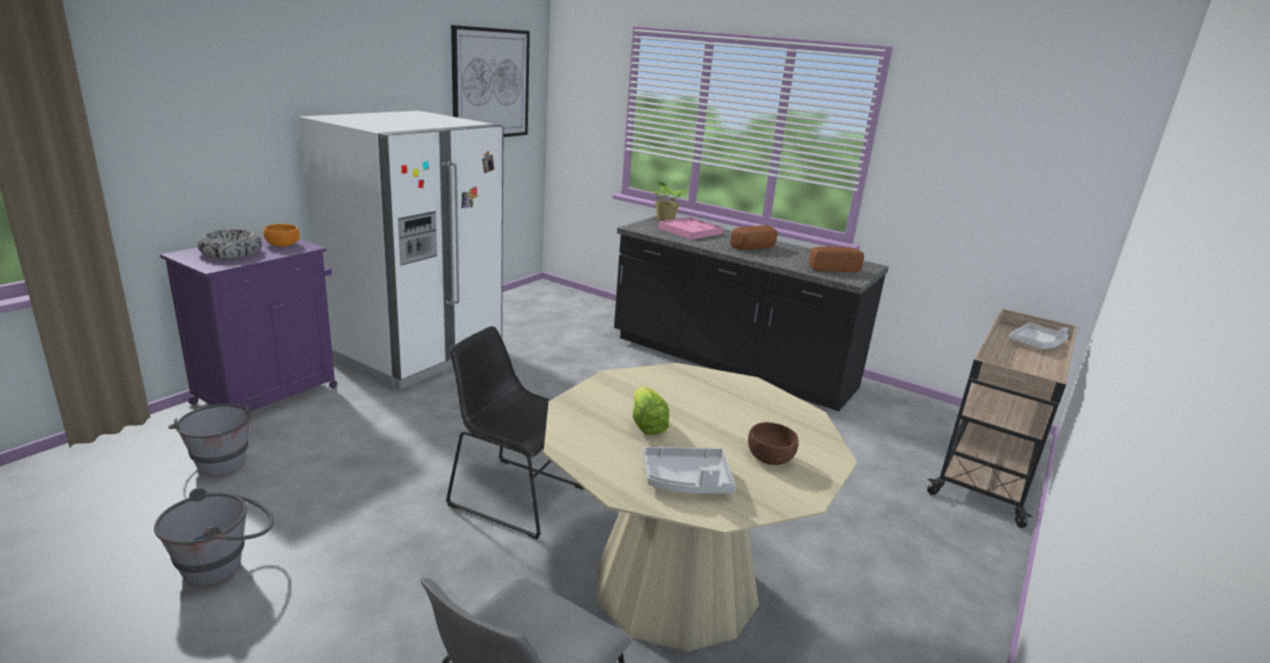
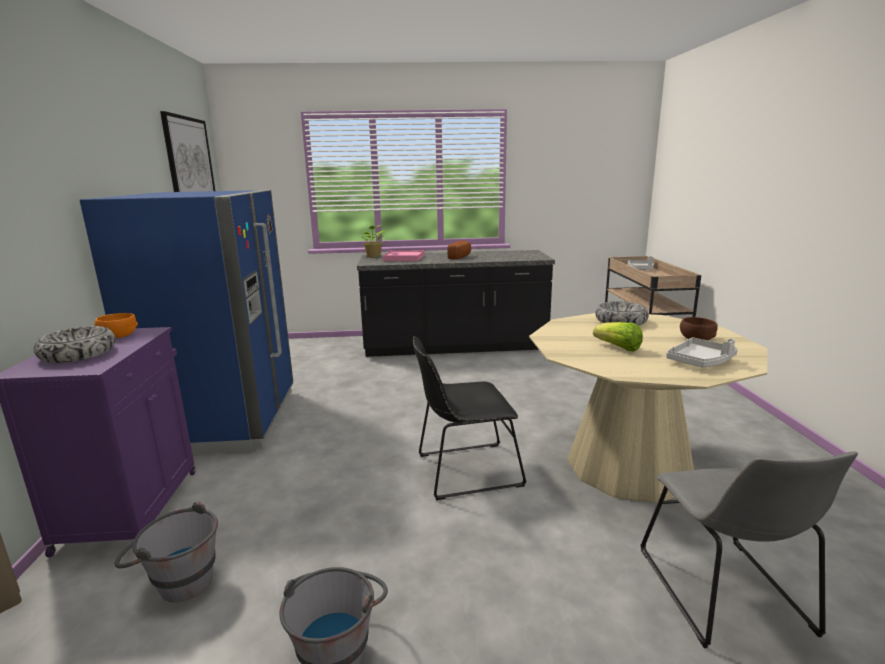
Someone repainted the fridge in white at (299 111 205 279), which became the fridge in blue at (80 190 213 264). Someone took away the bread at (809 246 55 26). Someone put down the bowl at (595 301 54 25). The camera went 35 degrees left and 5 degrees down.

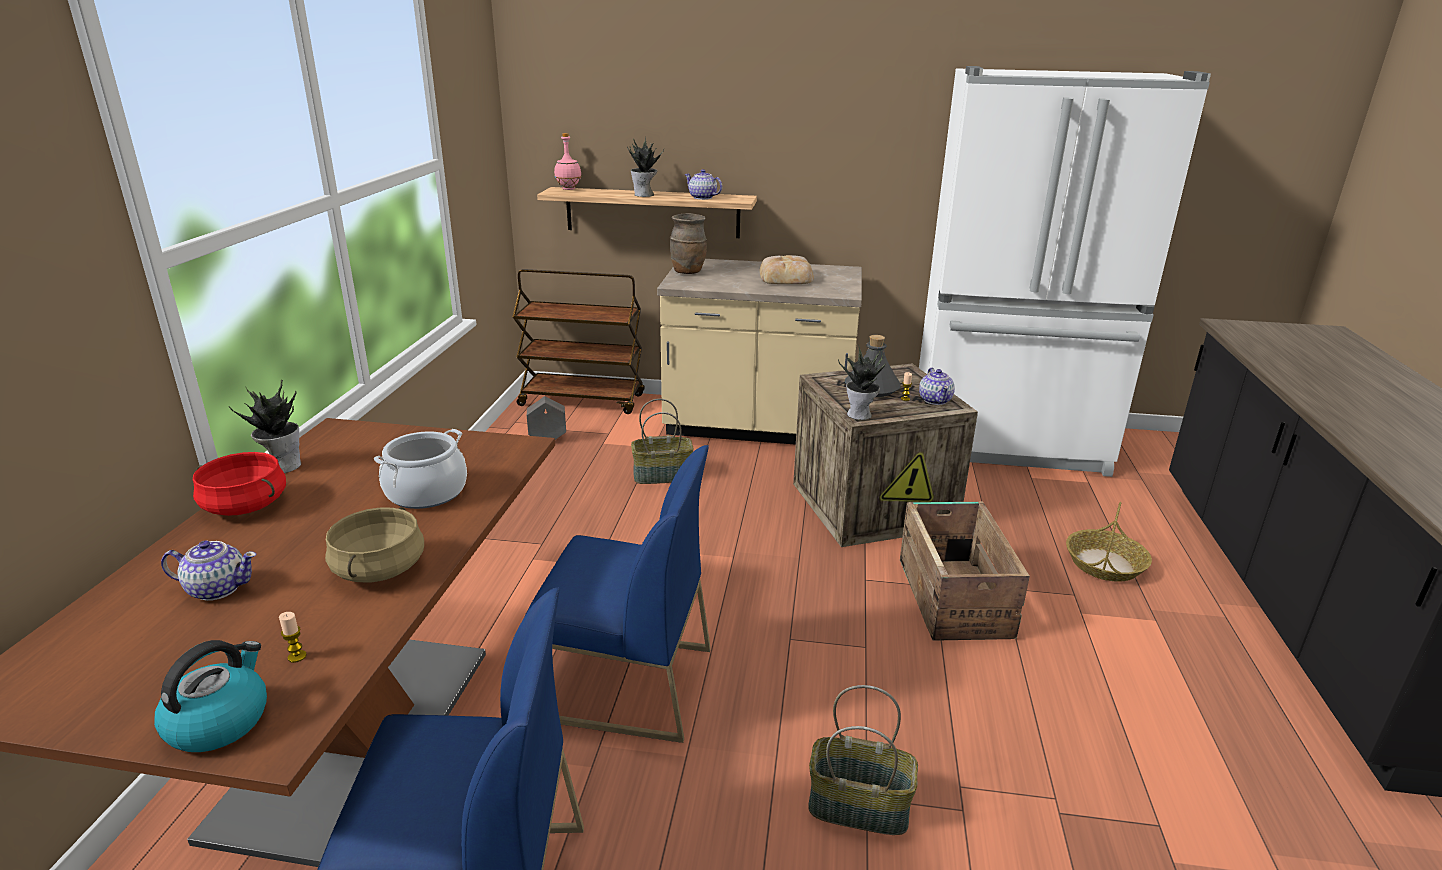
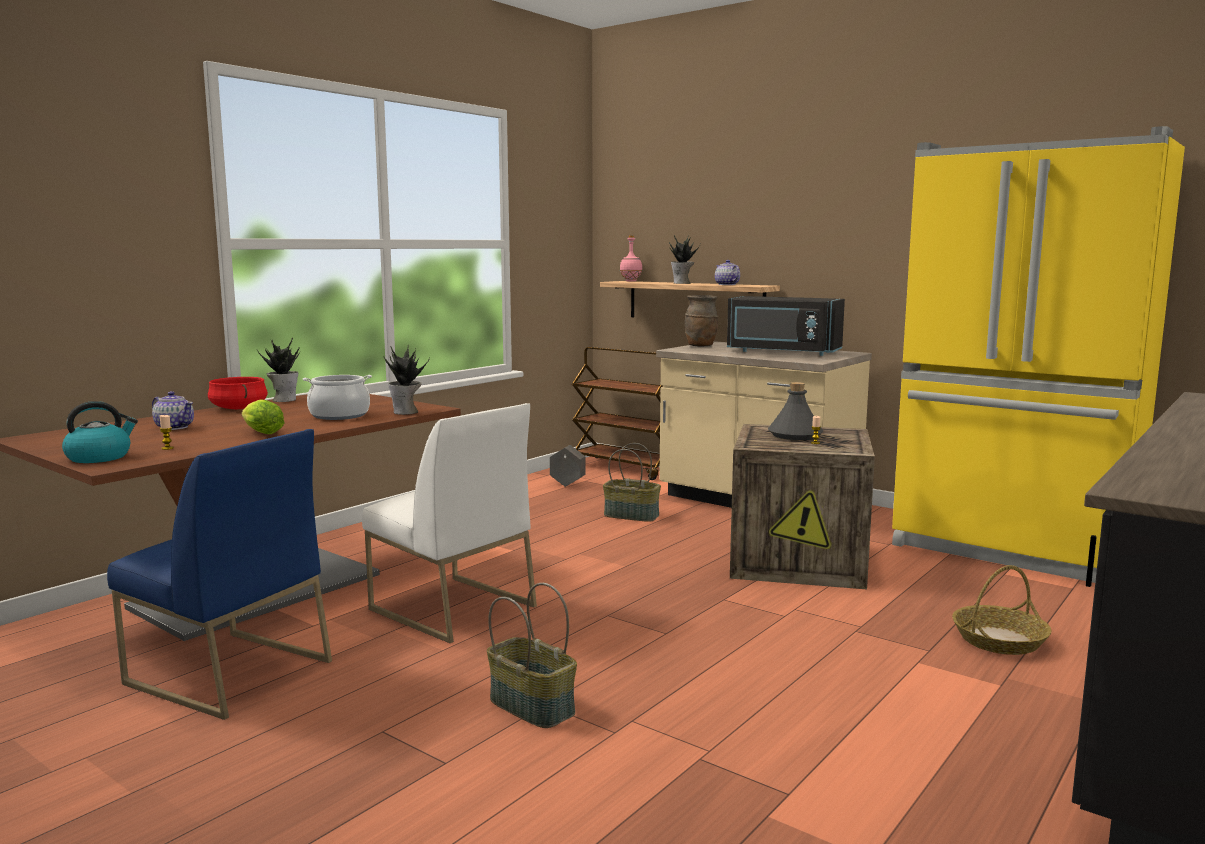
Someone repainted the fridge in white at (919 66 292 411), which became the fridge in yellow at (892 126 293 457). Someone swapped the bread at (759 255 55 29) for the microwave in black at (727 296 118 60). Someone carried the potted plant from (838 345 48 75) to (384 345 46 70). Someone took away the teapot at (919 368 36 37). Someone repainted the chair in blue at (525 445 186 298), which became the chair in white at (362 403 175 240). Someone took away the crate at (900 502 130 139). Someone swapped the cooking pot in beige at (325 507 99 75) for the lettuce at (242 399 42 35). The camera went 30 degrees right and 15 degrees down.

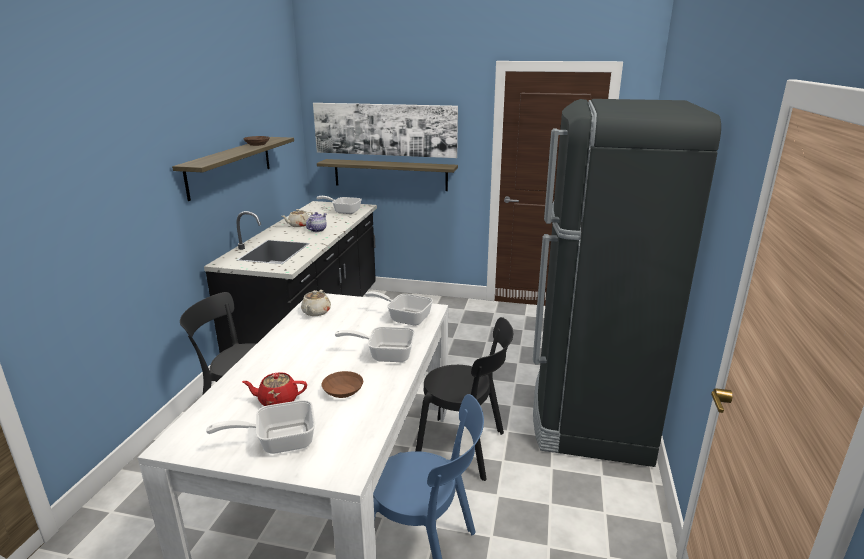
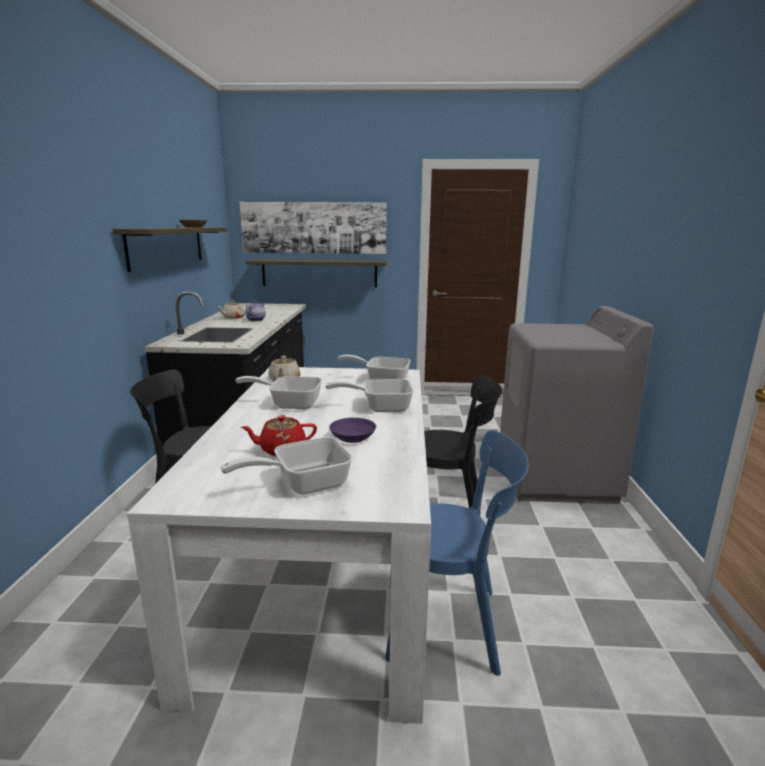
Someone swapped the fridge in black at (533 99 188 368) for the washing machine in grey at (500 306 154 198). Someone carried the frying pan from (316 196 46 18) to (236 376 86 33). Someone repainted the bowl in brown at (322 371 41 27), which became the bowl in purple at (329 418 47 25). The camera went 10 degrees left and 5 degrees down.

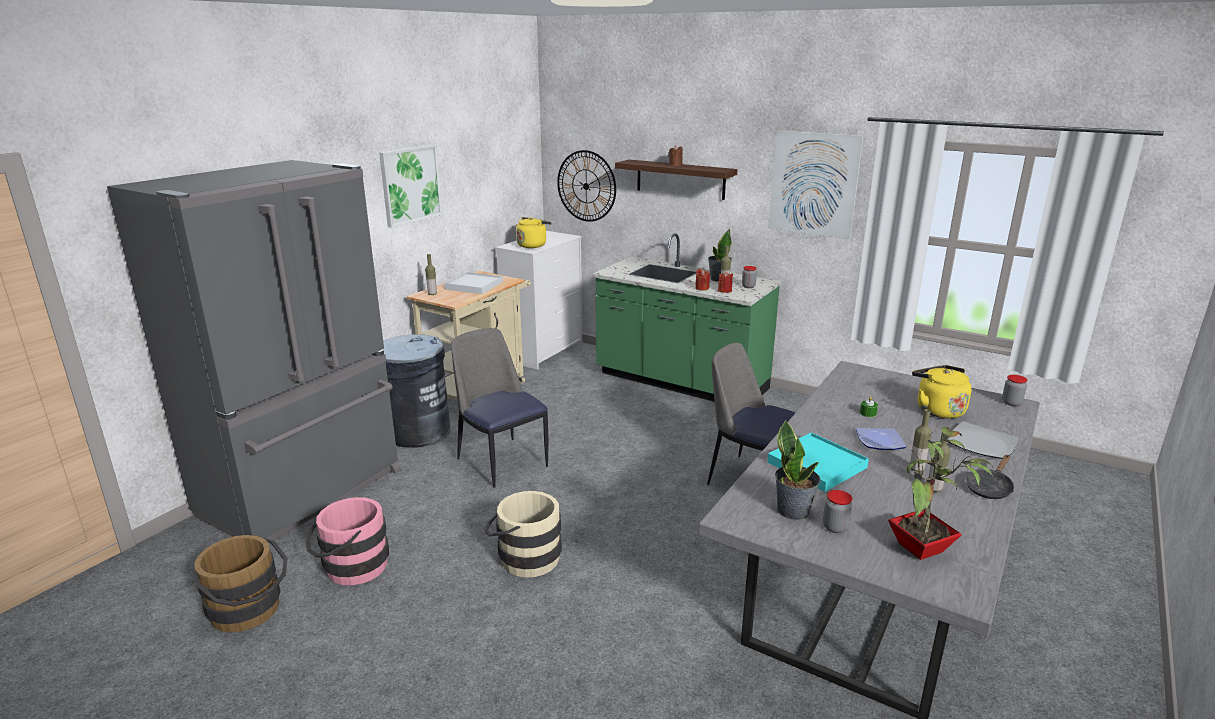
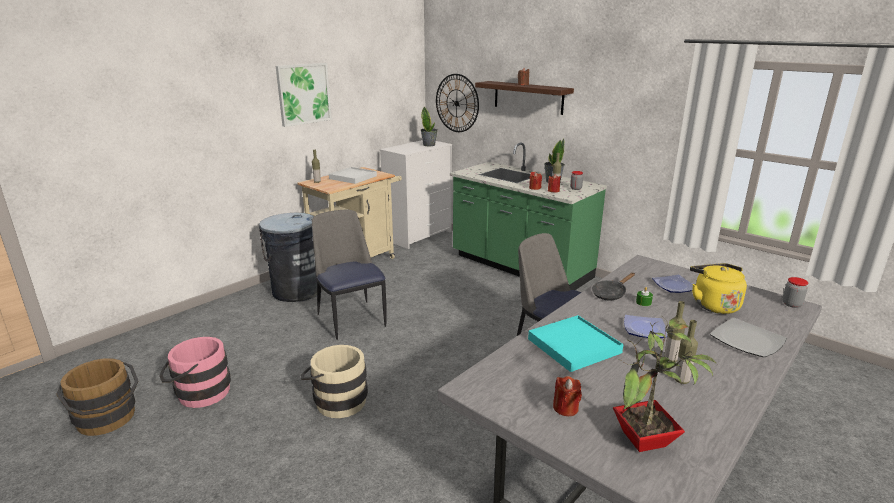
Someone took away the picture at (768 130 96 109). Someone took away the fridge in grey at (107 160 294 388). Someone took away the kettle in yellow at (516 217 36 31). Someone carried the potted plant from (775 419 46 101) to (421 107 16 39). Someone carried the frying pan in black from (966 455 48 44) to (592 273 43 28). Someone swapped the jar at (823 490 29 43) for the candle in red at (553 376 29 40). Someone put down the plate at (652 275 41 18). The camera went 10 degrees right and 0 degrees up.

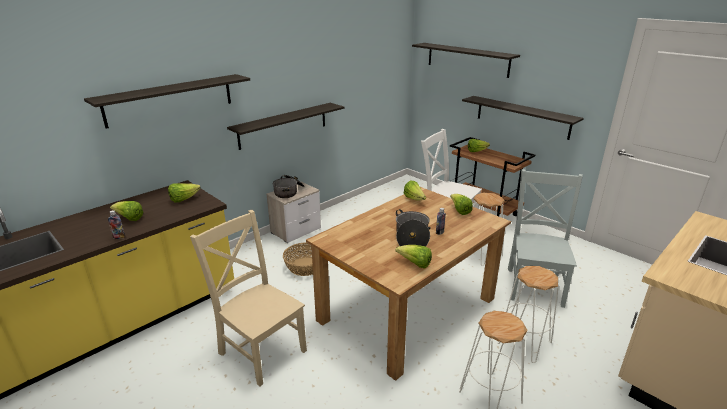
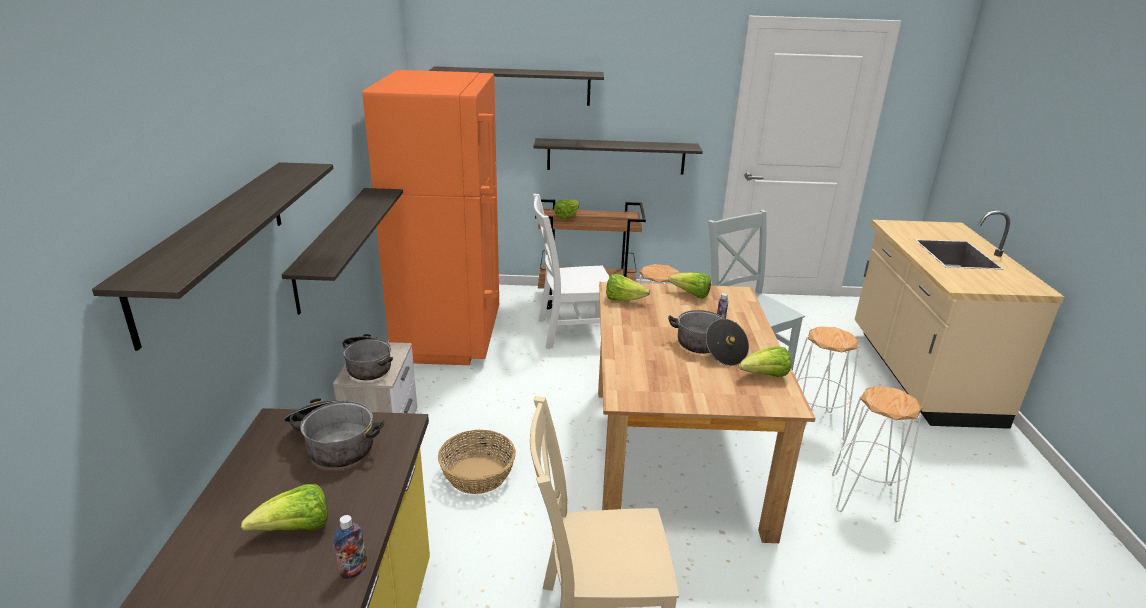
Someone swapped the lettuce at (168 183 33 20) for the cooking pot at (284 398 100 70). Someone put down the fridge in orange at (363 70 136 295). The camera went 45 degrees left and 0 degrees up.

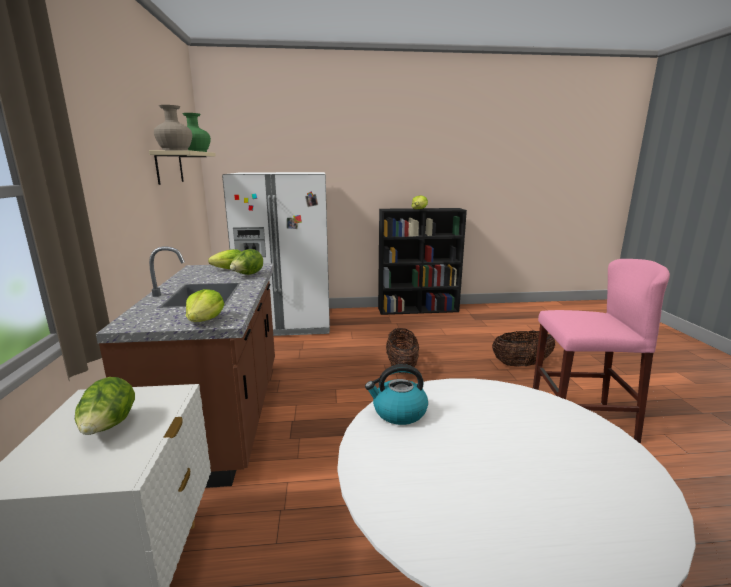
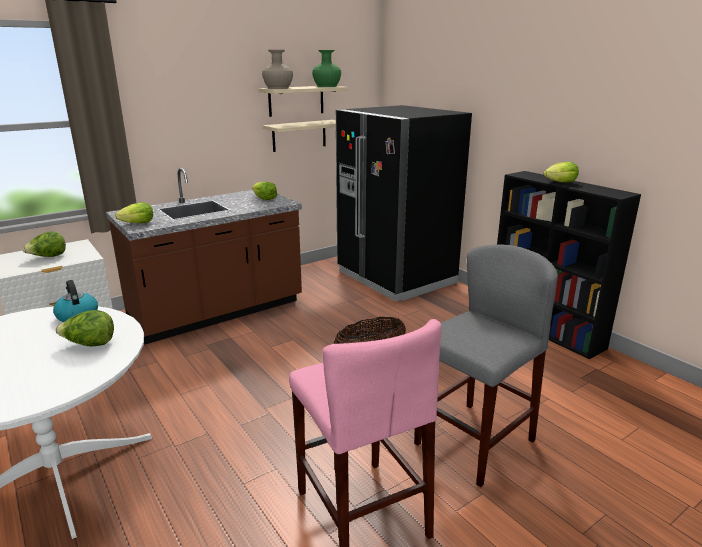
Someone repainted the fridge in white at (222 172 108 164), which became the fridge in black at (336 105 136 196). Someone carried the lettuce from (230 249 33 26) to (55 310 59 36). Someone swapped the basket at (492 331 63 36) for the stool in grey at (414 245 144 242). Someone put up the shelf in beige at (263 120 73 32). The camera went 60 degrees right and 5 degrees up.

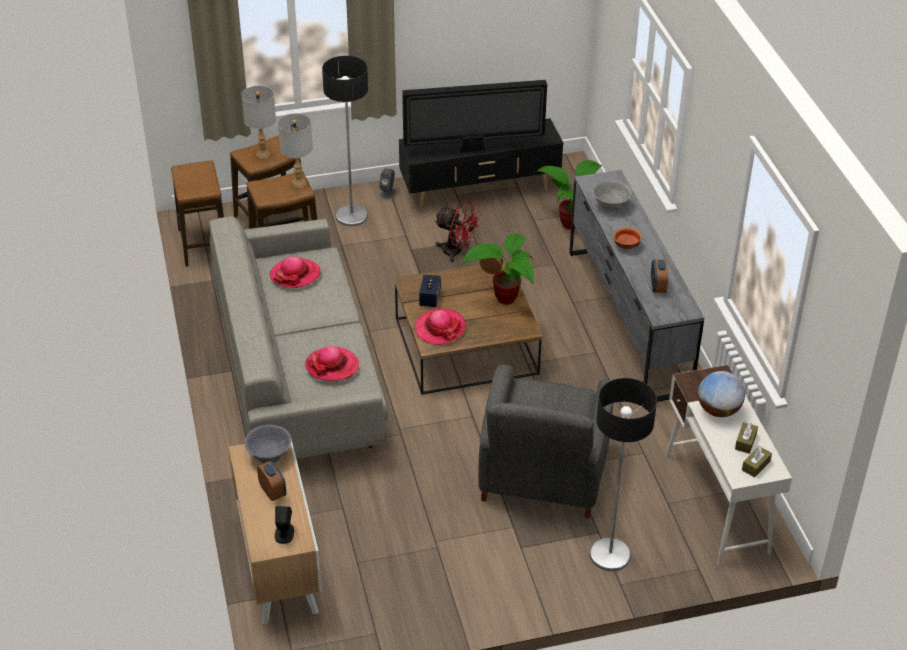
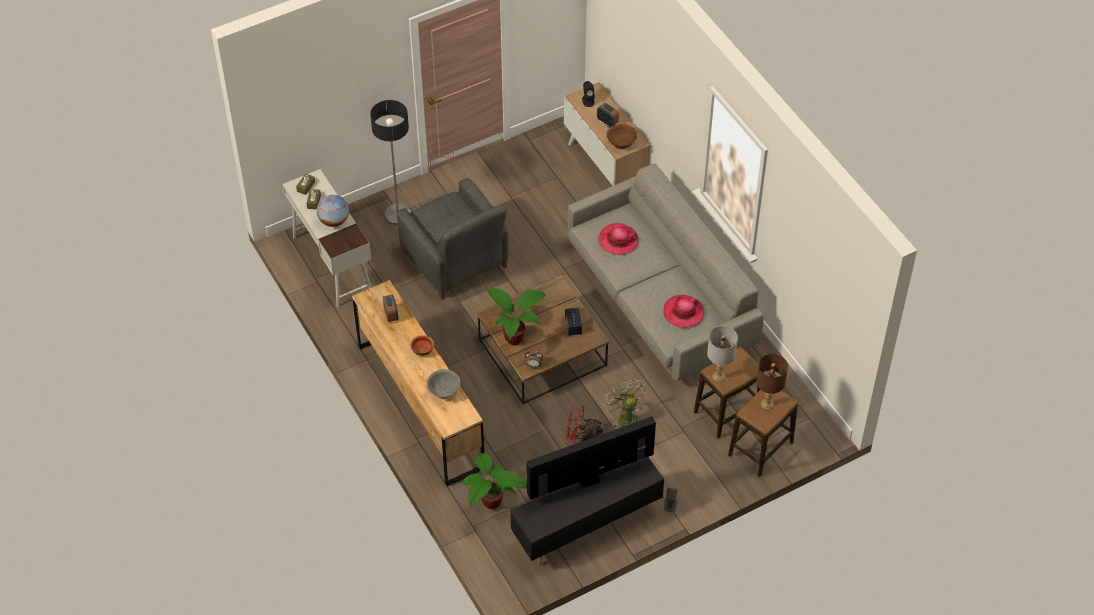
Someone took away the floor lamp at (322 56 46 170). Someone repainted the table lamp in grey at (241 85 35 74), which became the table lamp in brown at (756 354 32 56). Someone took away the stool at (171 161 53 106). Someone repainted the dresser in grey at (569 170 136 232), which became the dresser in brown at (352 280 132 207). Someone took away the hat at (415 308 51 37). Someone rotated the armchair in grey at (478 364 135 154) by 150 degrees clockwise. Someone repainted the bowl in grey at (245 425 46 38), which became the bowl in brown at (607 124 30 25). Someone put down the fan in green at (603 378 43 50). The camera went 165 degrees right and 10 degrees up.

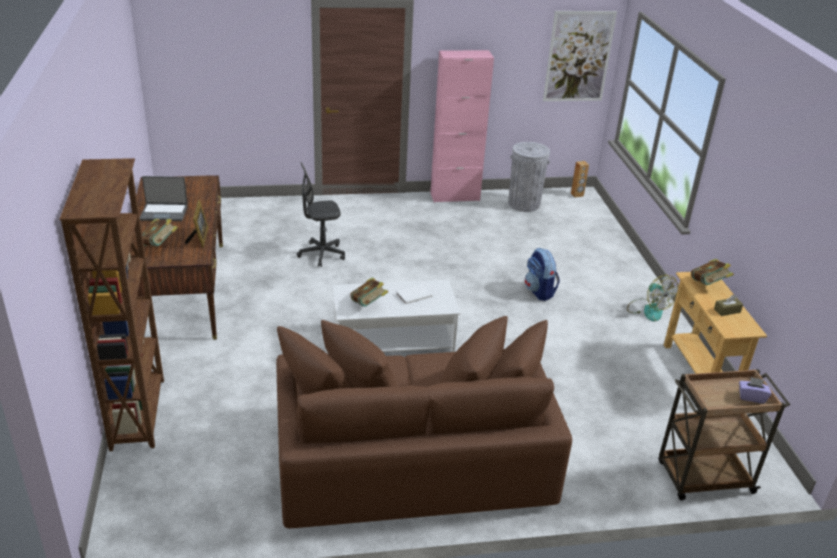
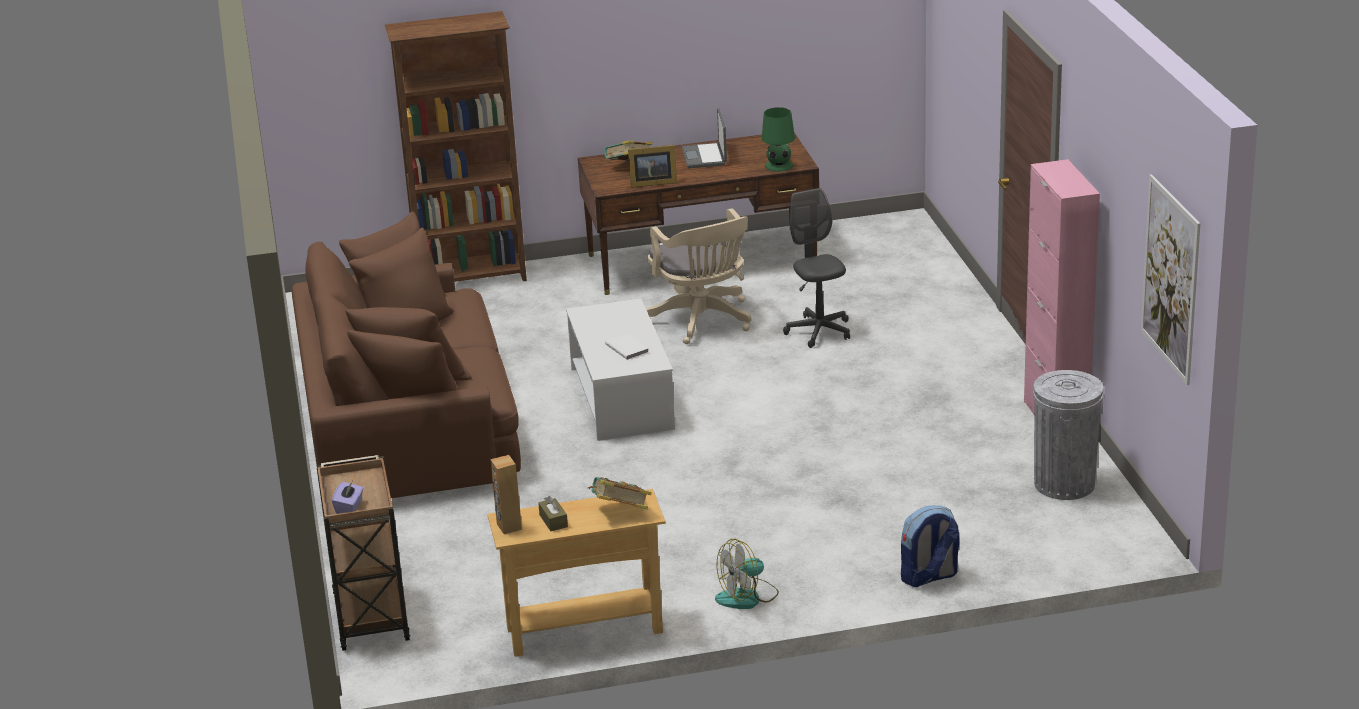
Someone carried the speaker in brown from (571 161 18 37) to (490 455 32 79). Someone carried the backpack from (525 248 35 53) to (901 505 58 82). Someone took away the book at (350 278 38 29). Someone put down the table lamp in green at (762 107 33 65). Someone put down the office chair in beige at (646 208 105 136). The camera went 90 degrees right and 5 degrees down.

